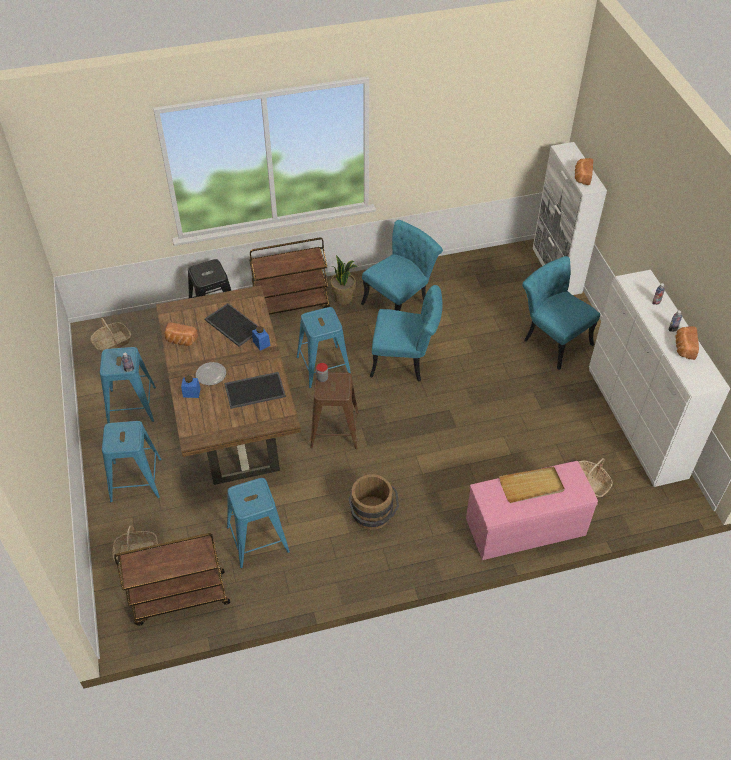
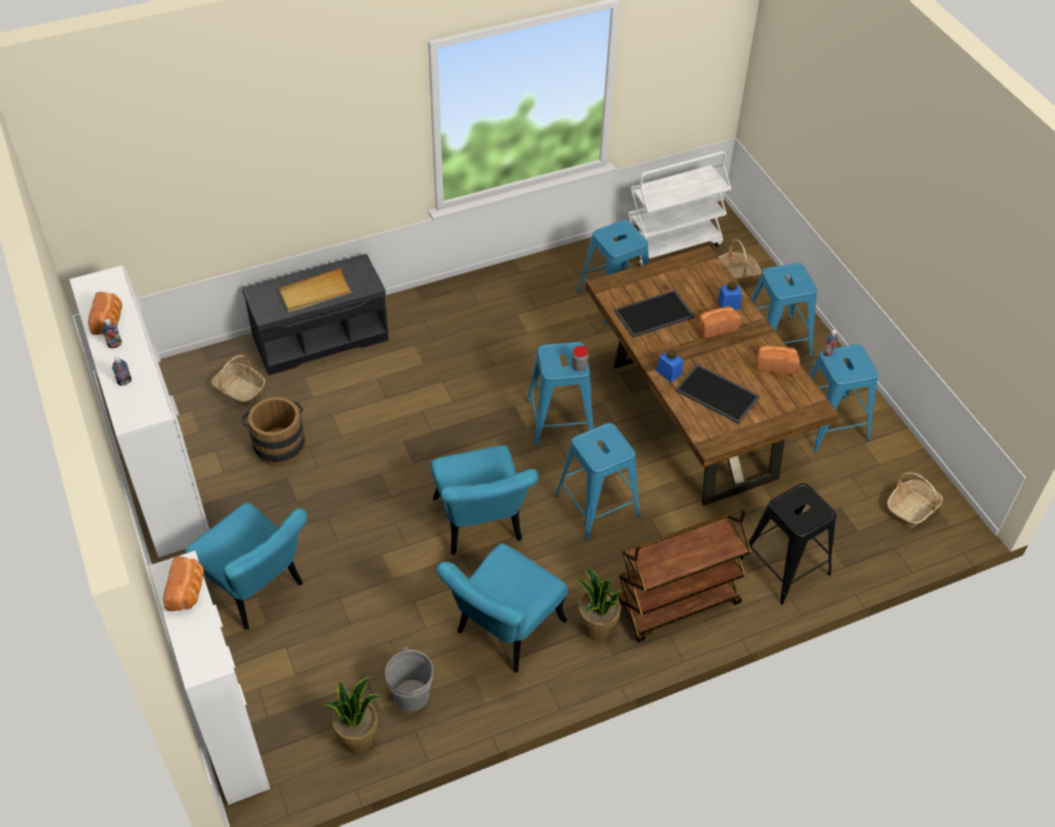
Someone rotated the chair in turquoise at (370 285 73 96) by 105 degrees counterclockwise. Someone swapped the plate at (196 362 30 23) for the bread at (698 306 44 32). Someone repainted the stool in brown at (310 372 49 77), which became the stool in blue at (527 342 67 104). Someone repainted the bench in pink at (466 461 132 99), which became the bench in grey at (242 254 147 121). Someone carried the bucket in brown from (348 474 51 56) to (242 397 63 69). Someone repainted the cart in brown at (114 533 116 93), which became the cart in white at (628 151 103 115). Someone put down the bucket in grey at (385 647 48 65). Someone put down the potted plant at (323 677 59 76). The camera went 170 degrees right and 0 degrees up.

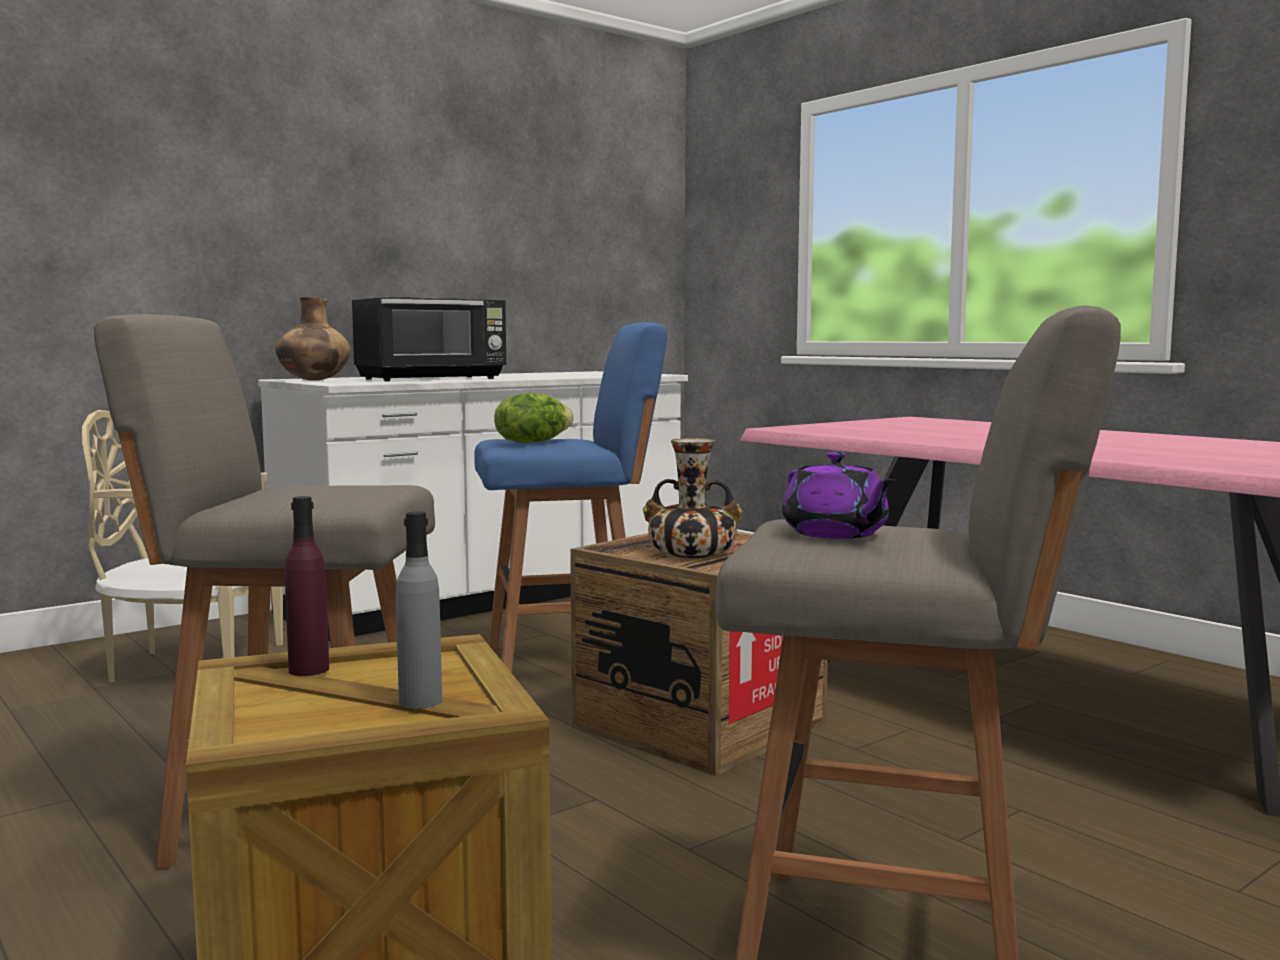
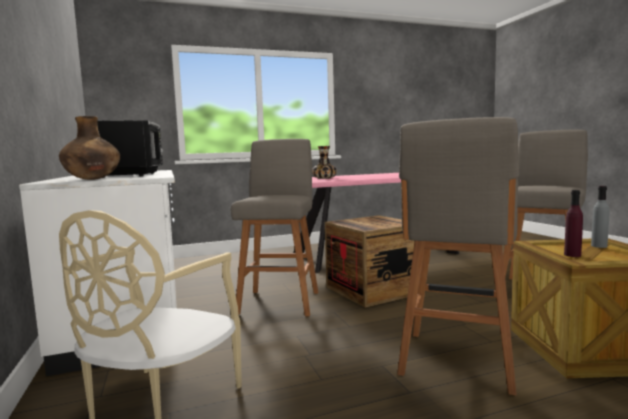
Someone repainted the stool in blue at (474 322 193 351), which became the stool in grey at (231 139 87 177). Someone took away the lettuce at (494 393 80 50). Someone carried the vase from (643 438 100 120) to (312 146 25 33). Someone took away the teapot in purple at (782 452 113 87). The camera went 70 degrees left and 0 degrees up.

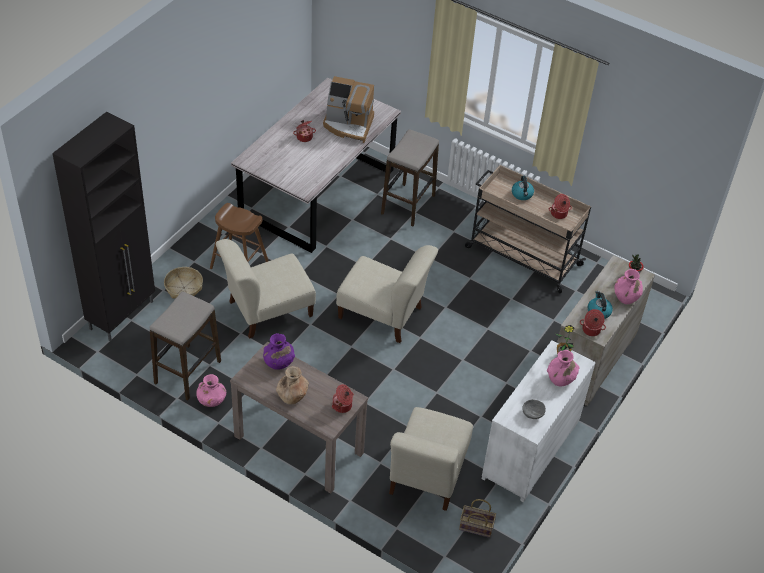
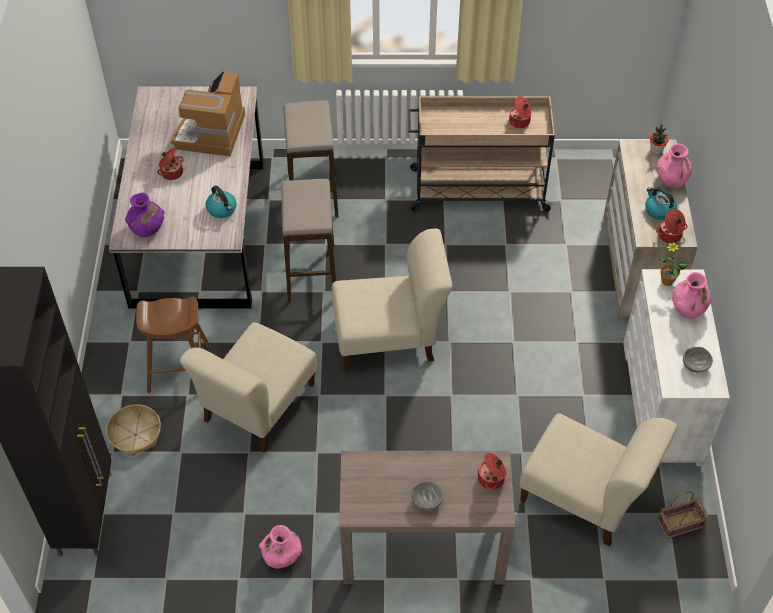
Someone rotated the coffee machine at (323 76 51 67) by 120 degrees clockwise. Someone carried the kettle from (512 176 22 24) to (206 186 31 32). Someone carried the stool from (150 291 71 109) to (281 179 55 123). Someone carried the vase in purple from (263 333 32 37) to (125 192 40 45). Someone swapped the vase in brown at (276 366 33 39) for the bowl in grey at (411 481 32 30). Someone rotated the chair in beige at (389 407 84 104) by 45 degrees counterclockwise. The camera went 30 degrees left and 5 degrees up.

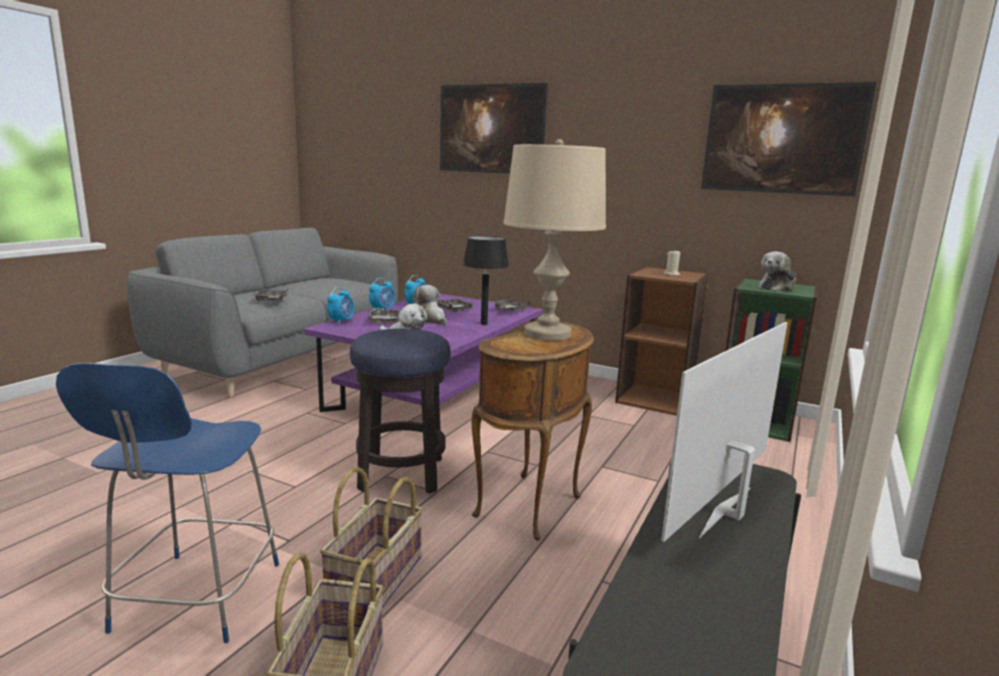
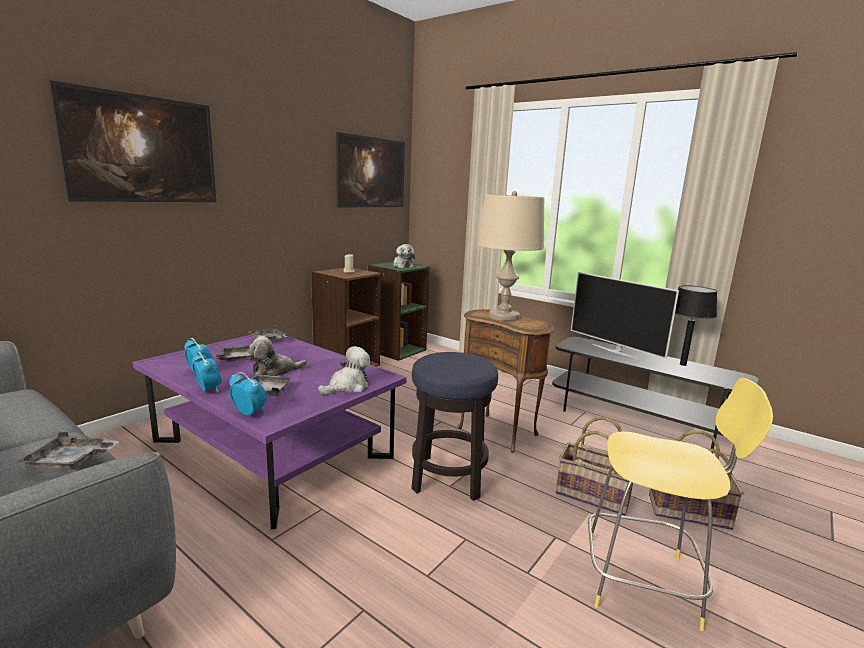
Someone carried the table lamp in black from (463 236 46 89) to (675 285 42 81). Someone repainted the stool in blue at (56 363 223 280), which became the stool in yellow at (588 378 185 253). The camera went 80 degrees left and 0 degrees up.

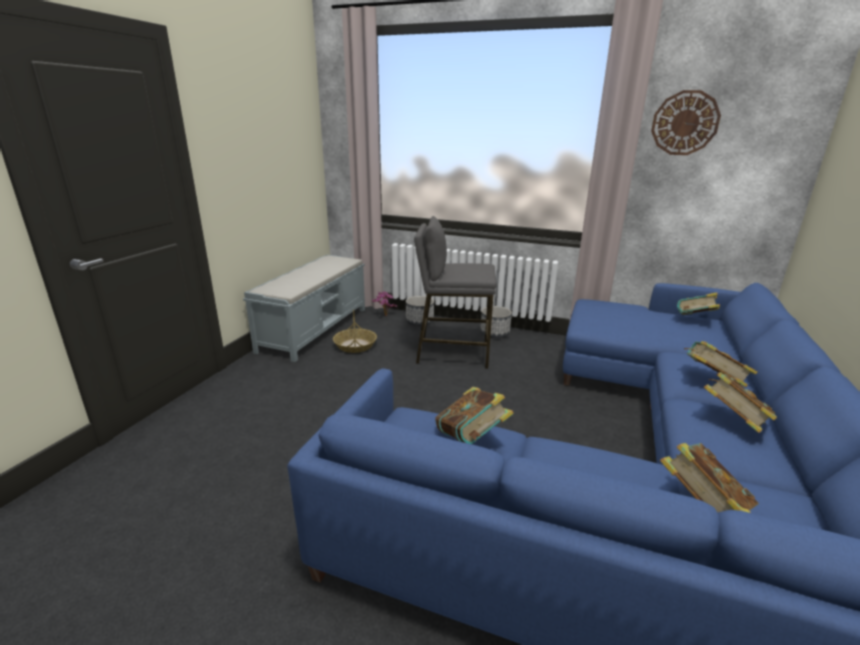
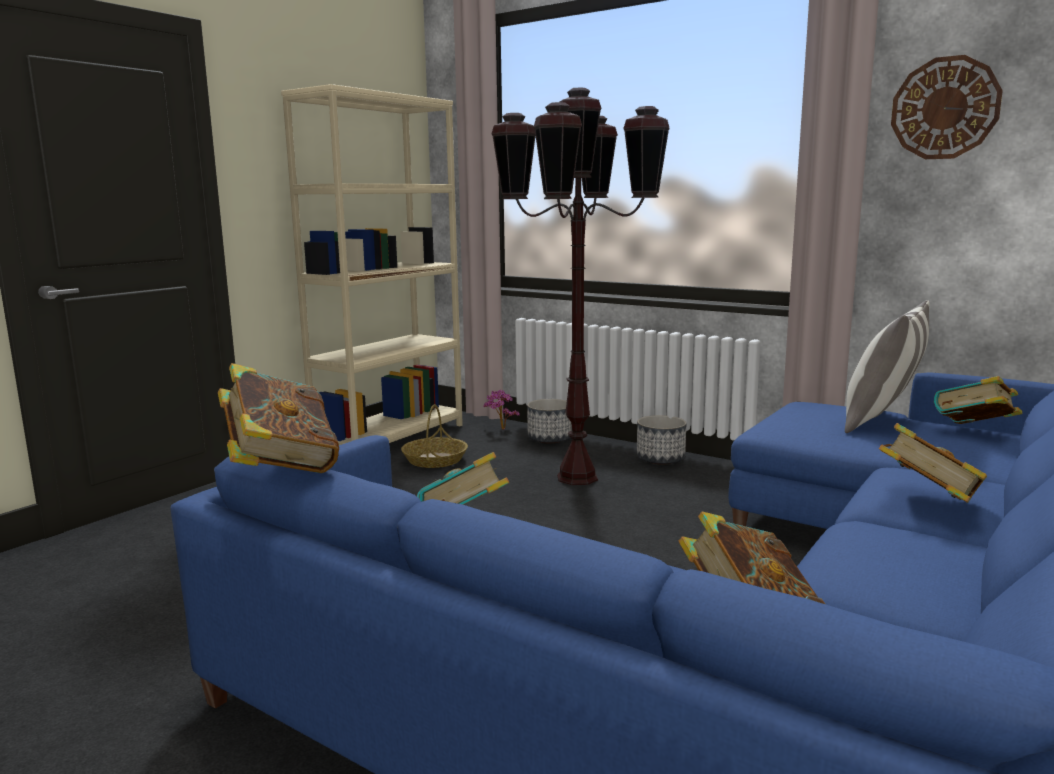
Someone swapped the stool in grey at (414 216 82 153) for the floor lamp in brown at (492 87 178 398). Someone swapped the bench in grey at (243 255 122 107) for the bookcase in beige at (281 84 182 361). Someone carried the book from (704 372 73 61) to (218 363 121 110). Someone put down the pillow at (845 300 85 133). The camera went 15 degrees right and 10 degrees down.

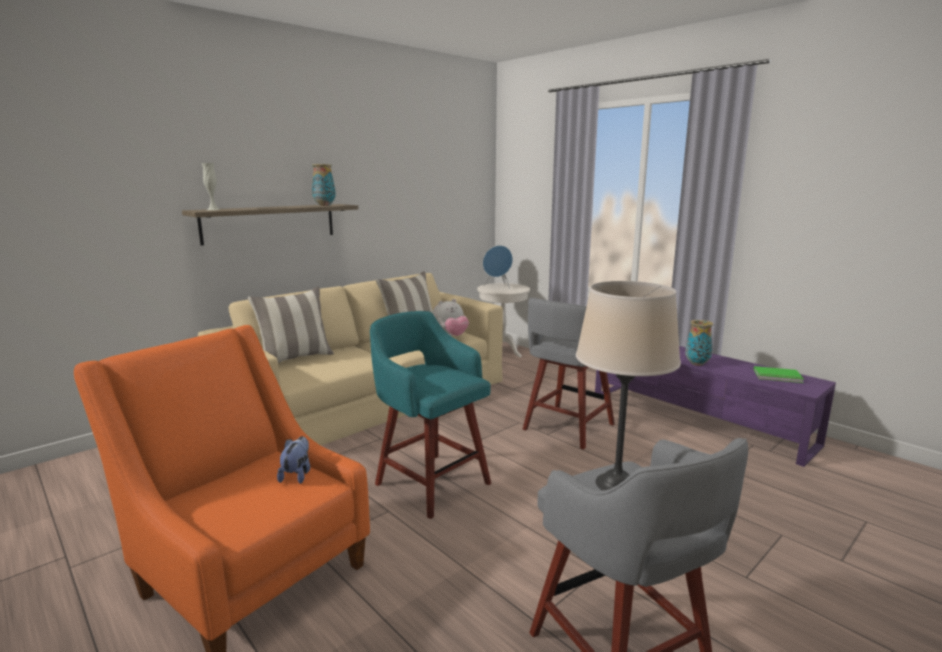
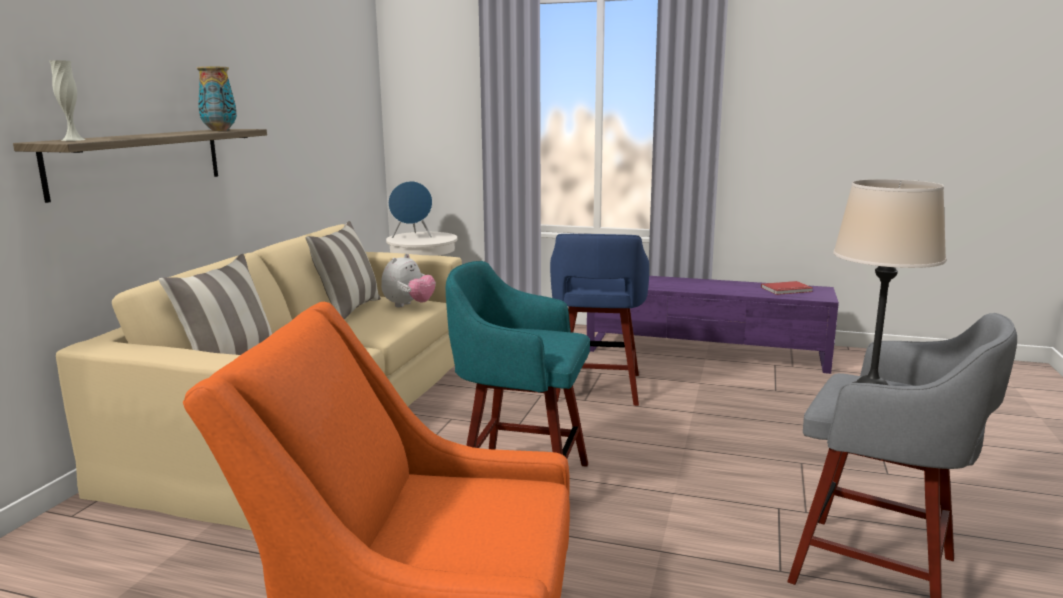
Someone repainted the stool in grey at (523 298 92 152), which became the stool in blue at (550 234 99 172). Someone took away the vase at (685 320 28 46). Someone repainted the book in green at (754 366 50 17), which became the book in red at (761 281 52 14). Someone took away the plush toy at (277 436 33 48). The camera went 30 degrees left and 0 degrees up.

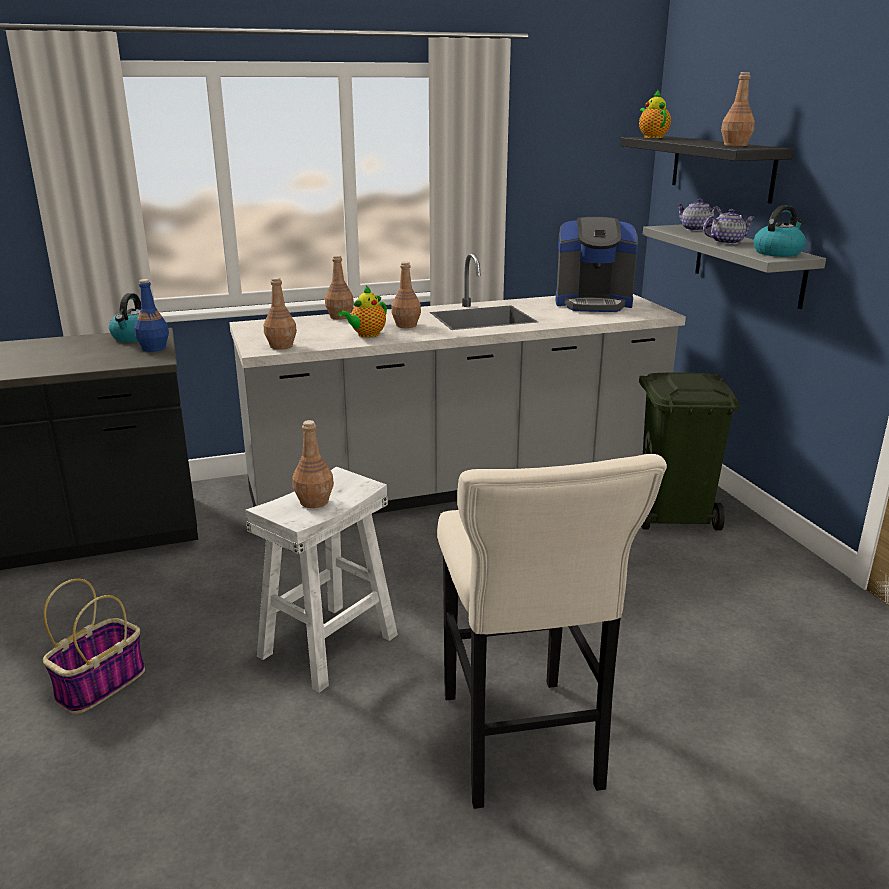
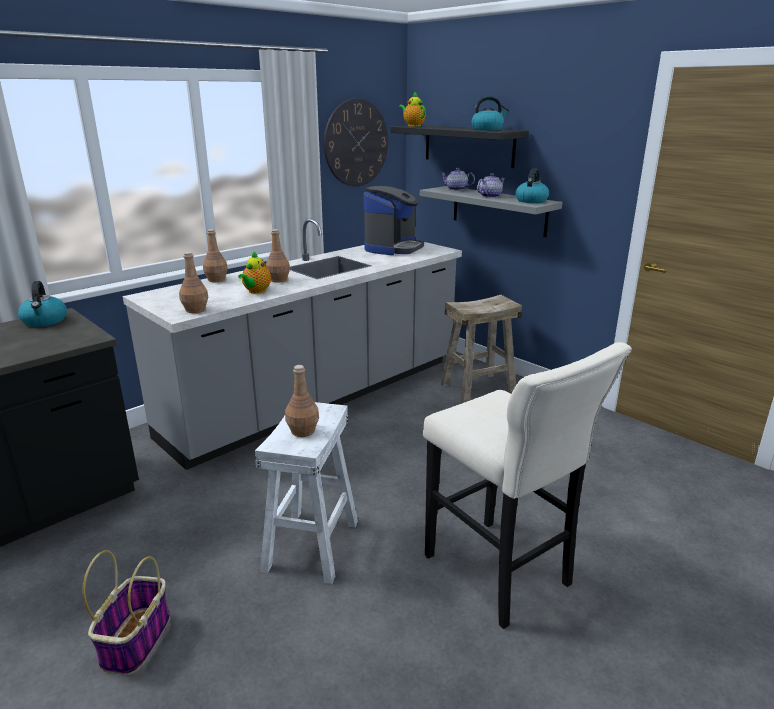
Someone swapped the bottle in brown at (721 72 34 74) for the kettle at (471 96 38 34). Someone rotated the coffee machine at (555 217 83 95) by 45 degrees counterclockwise. Someone took away the bottle in blue at (134 279 35 73). Someone swapped the trash can in green at (639 372 101 158) for the stool in beige at (441 295 81 108). Someone put up the wall clock at (324 99 64 87). The camera went 25 degrees left and 0 degrees up.

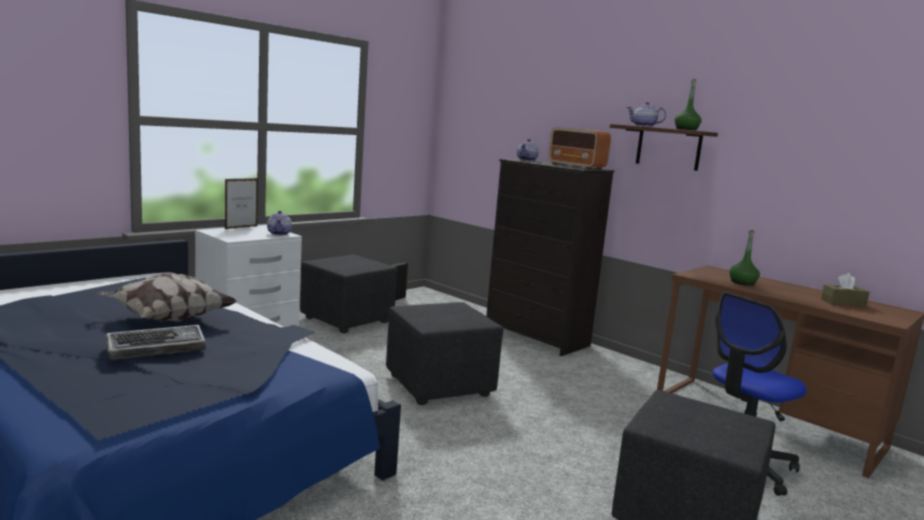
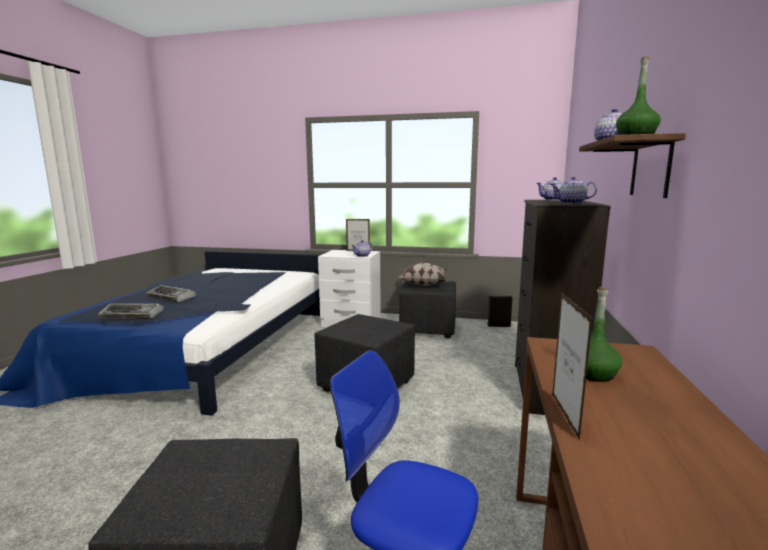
Someone swapped the radio at (548 127 63 42) for the teapot at (550 177 47 27). Someone took away the tissue box in brown at (821 273 49 34). Someone carried the pillow from (97 274 141 48) to (399 262 48 24). Someone put down the picture frame at (552 292 41 148). Someone put down the keyboard at (98 304 66 15). The camera went 60 degrees right and 0 degrees up.

